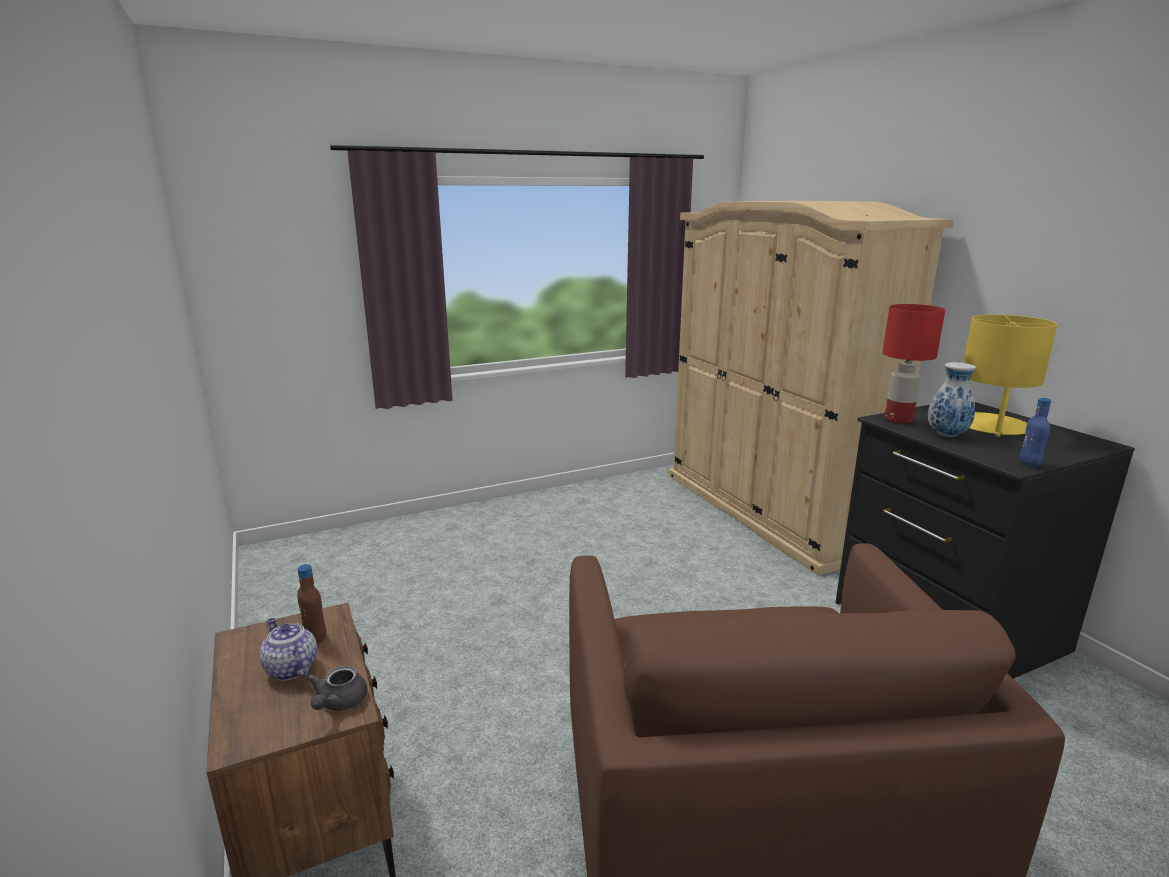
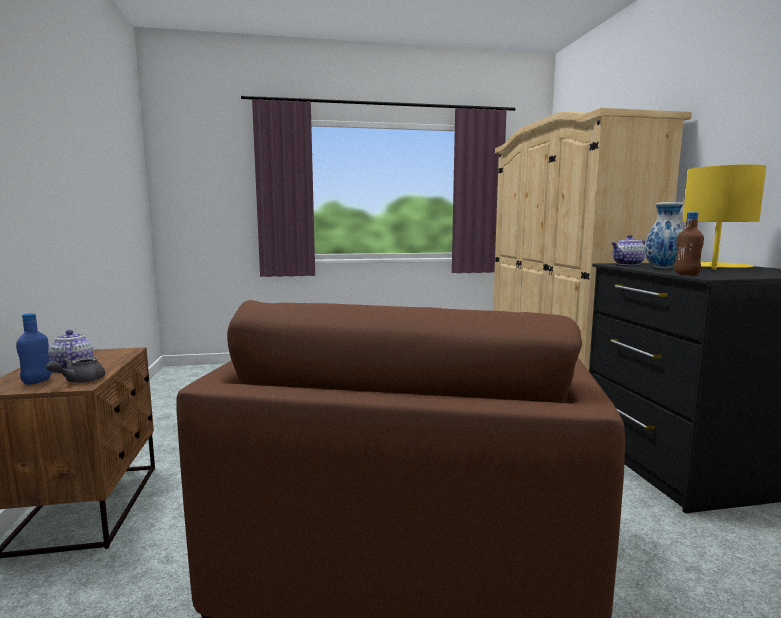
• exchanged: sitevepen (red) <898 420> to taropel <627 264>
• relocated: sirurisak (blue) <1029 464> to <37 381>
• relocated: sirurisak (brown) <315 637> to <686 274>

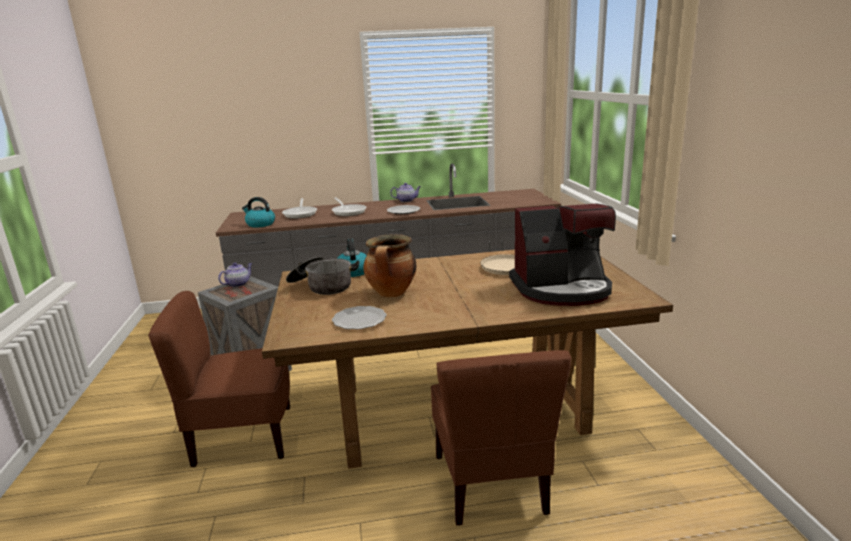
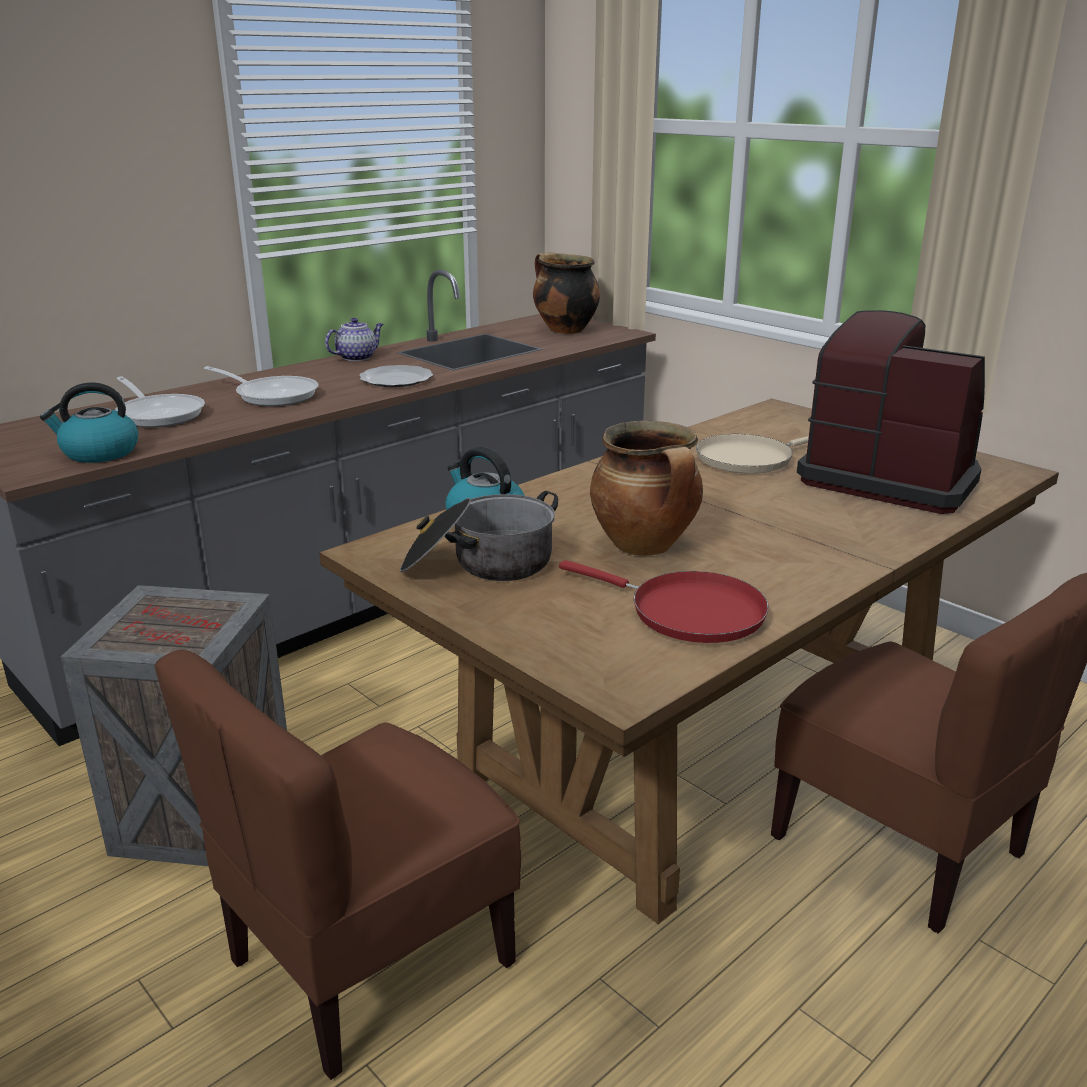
• spun: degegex <562 289> = <888 479> 105 degrees counterclockwise
• missing: taropel <238 284>
• exchanged: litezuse <359 320> to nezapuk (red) <688 612>
• appeared: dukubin <564 330>

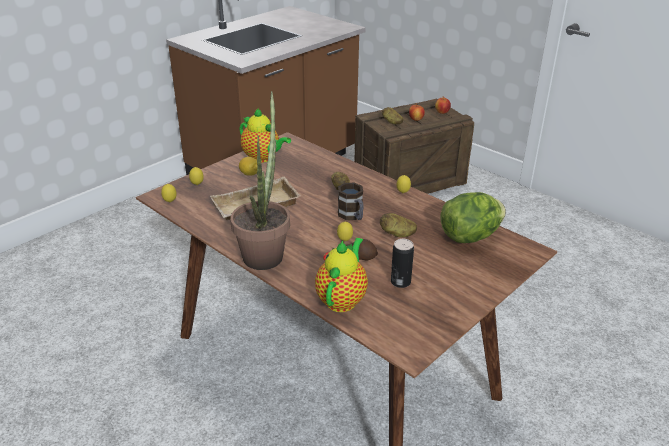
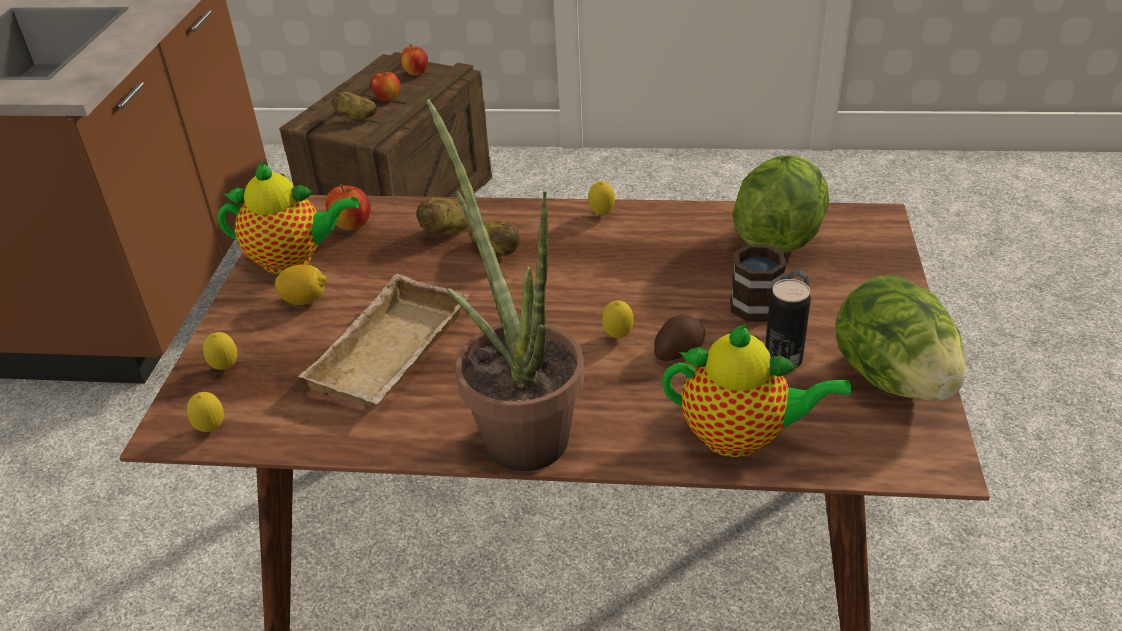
• relocated: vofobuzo <352 216> to <766 309>
• relocated: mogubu <397 234> to <449 230>
• spun: taropel <342 299> = <741 437> 120 degrees clockwise
• appeared: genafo <352 225>
• appeared: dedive <893 378>

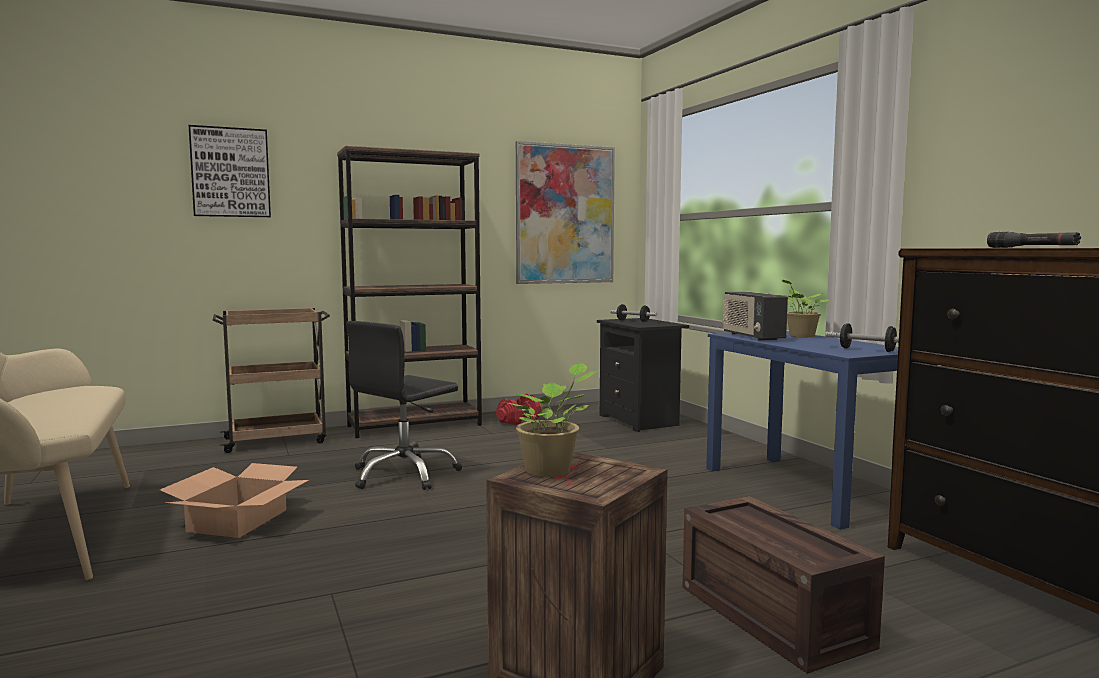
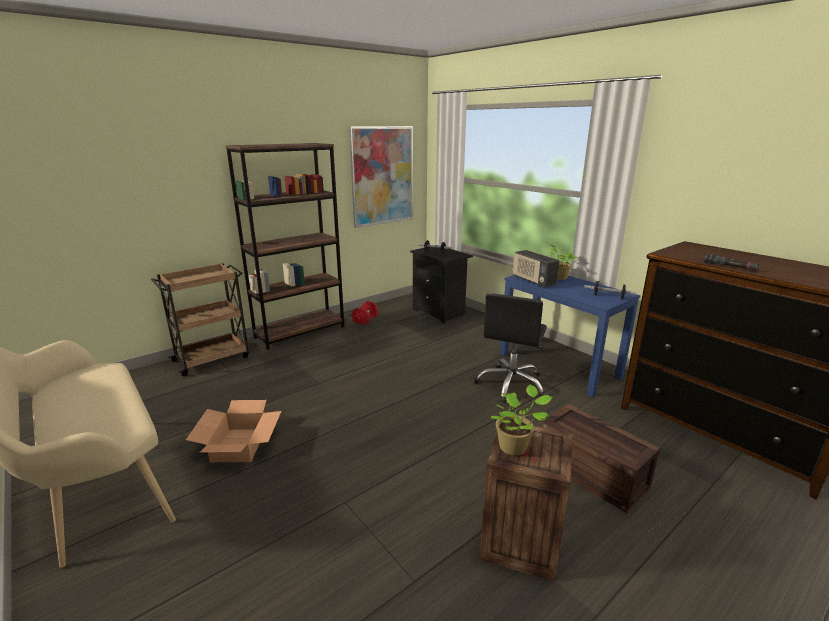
• missing: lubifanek <230 172>
• relocated: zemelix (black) <404 474> to <511 384>

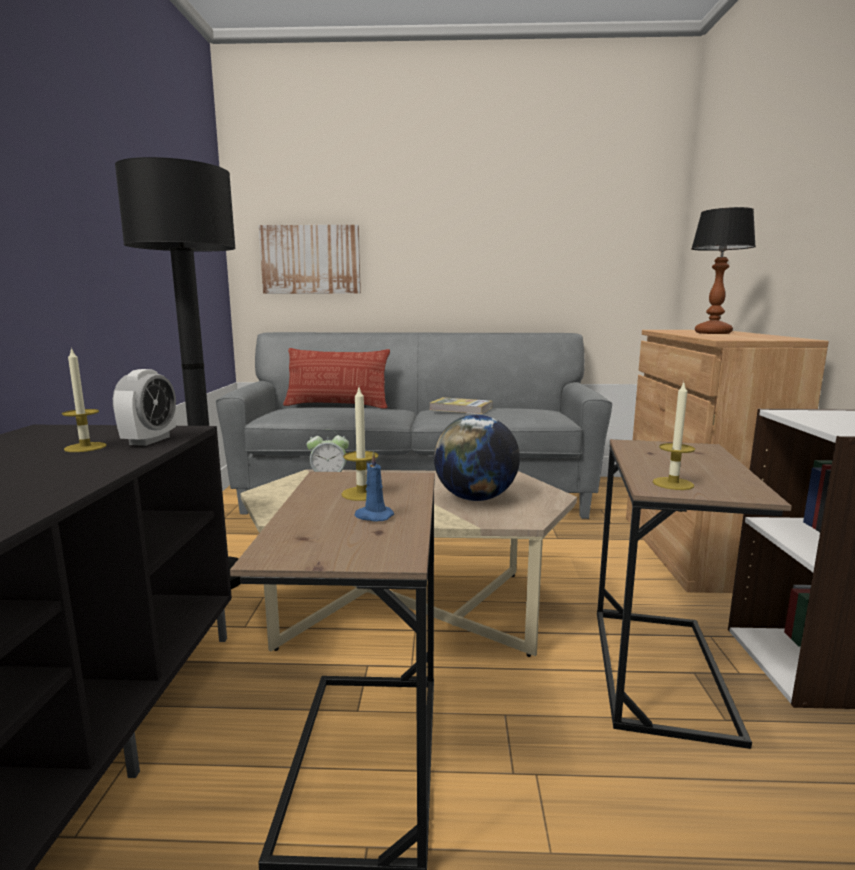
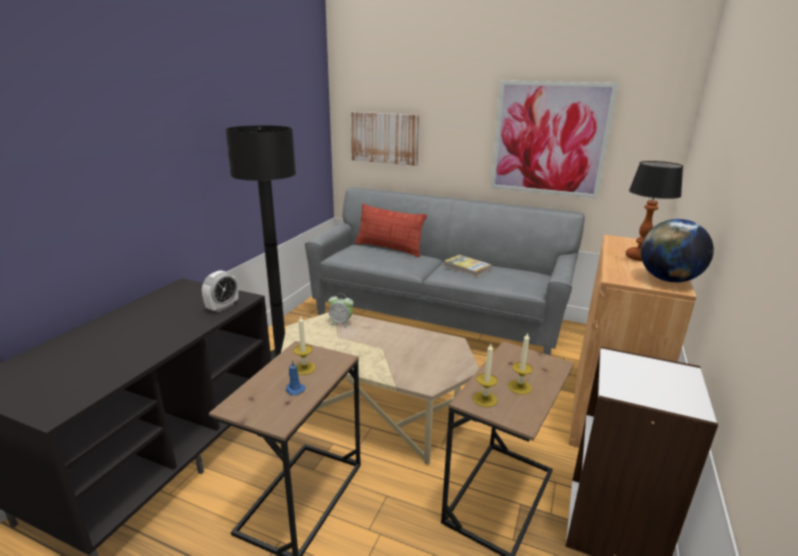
• relocated: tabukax <85 447> to <519 387>
• relocated: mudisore <475 498> to <668 280>
• appeared: lubifanek <549 139>

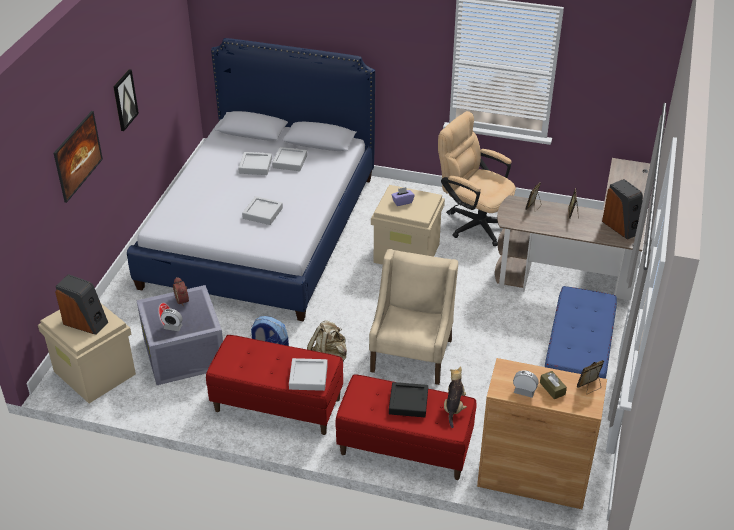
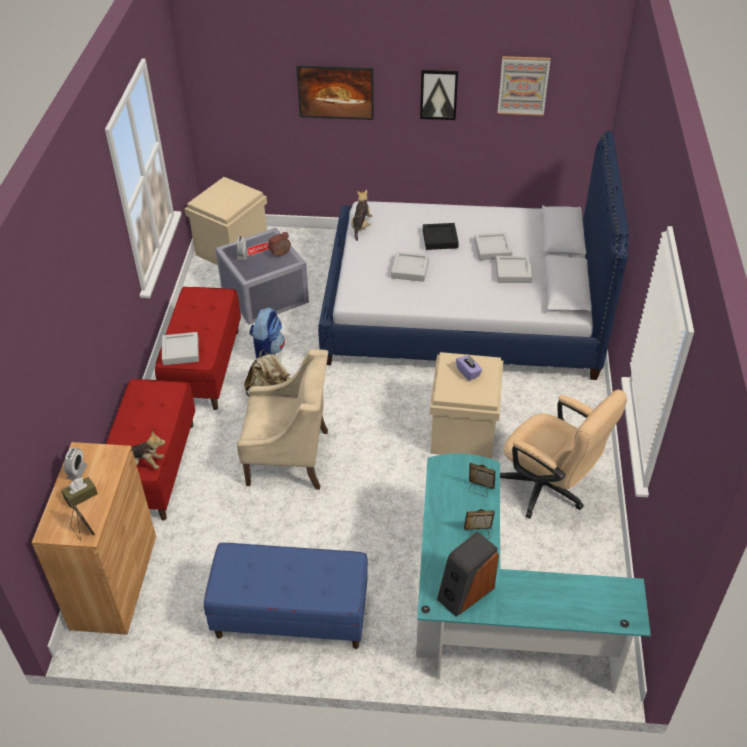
• spun: zemelix (beige) <474 222> = <548 490> 105 degrees clockwise
• colour: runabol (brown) <582 268> to runabol (turquoise) <490 617>
• missing: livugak <86 322>
• relocated: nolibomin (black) <408 402> to <440 239>
• appeared: lubifanek <523 85>
• appeared: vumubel <361 226>

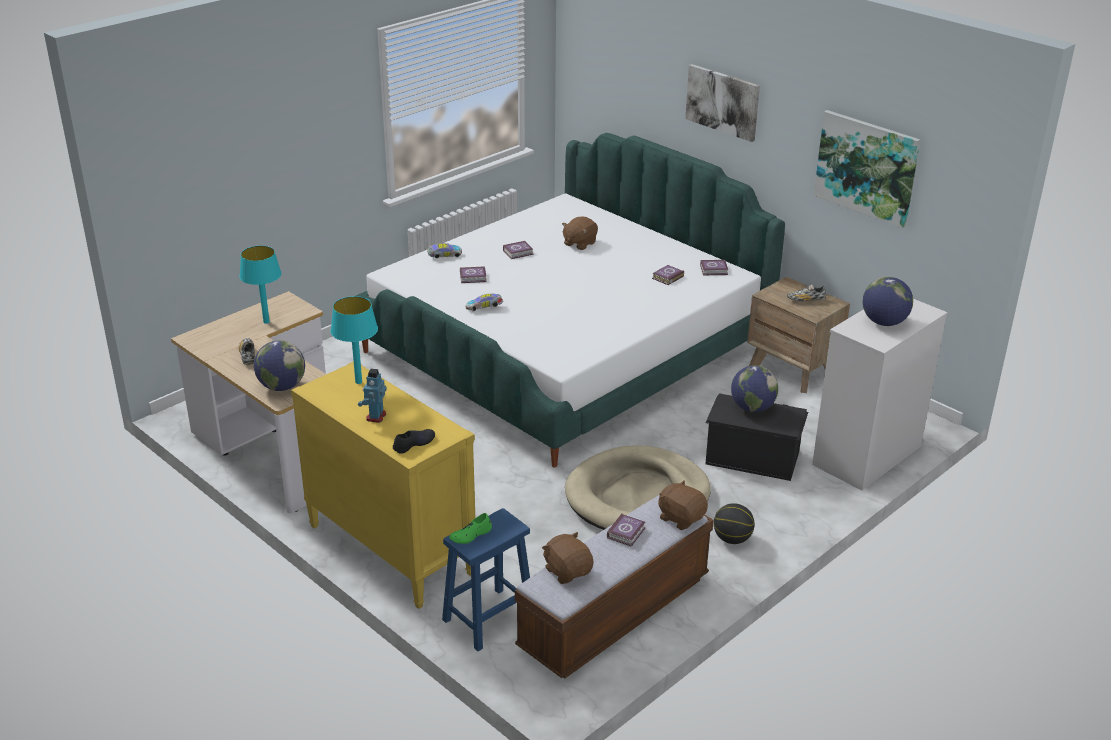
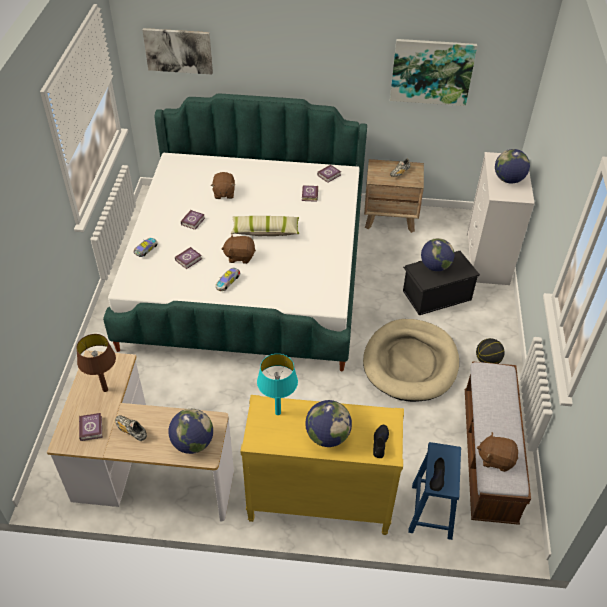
• relocated: lubifanek <723 102> to <178 50>
• colour: sitevepen (turquoise) <266 322> to sitevepen (brown) <105 390>
• exchanged: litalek <375 416> to mudisore <327 436>
• relocated: vumubel (brown) <681 518> to <239 256>
• colour: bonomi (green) <470 535> to bonomi (black) <437 477>
• relocated: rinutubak <627 532> to <91 427>
• appeared: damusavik <265 231>

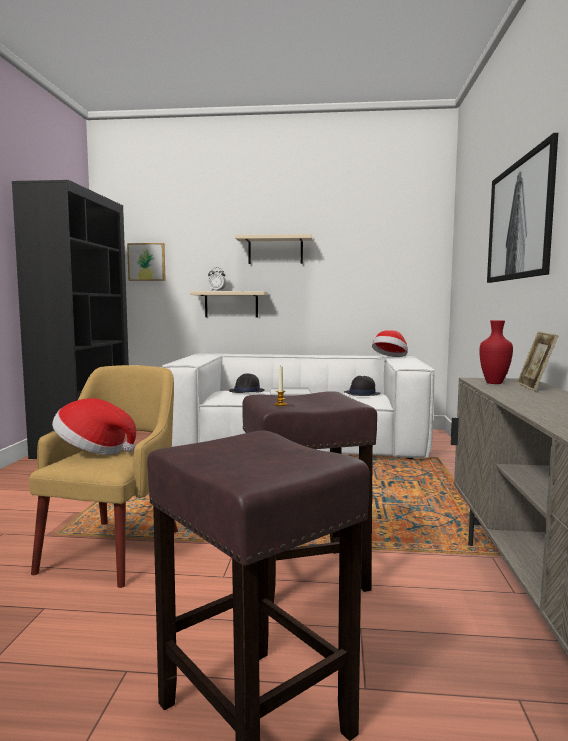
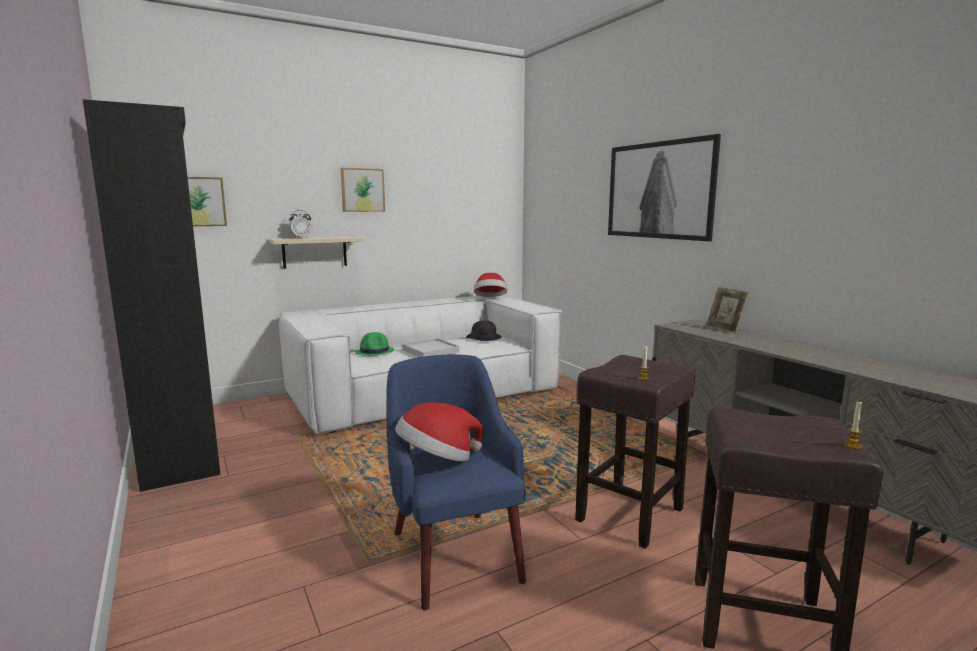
• exchanged: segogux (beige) <275 250> to lubifanek <362 190>
• missing: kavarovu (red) <495 383>
• colour: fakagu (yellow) <114 549> to fakagu (blue) <454 553>
• colour: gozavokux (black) <247 391> to gozavokux (green) <375 351>
• appeared: tabukax <852 446>

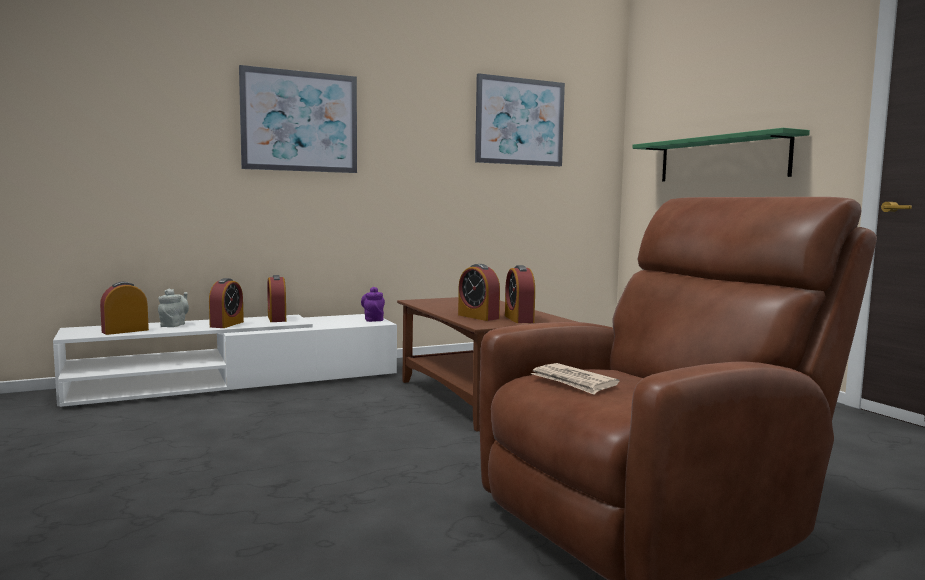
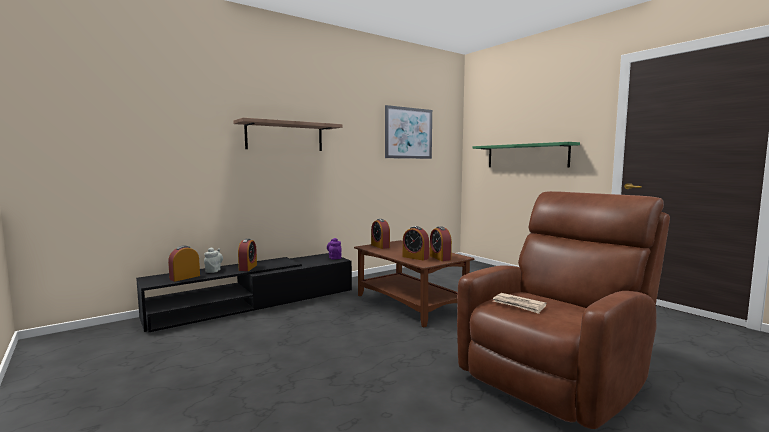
• exchanged: lubifanek <300 121> to segogux <285 136>
• relocated: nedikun <277 319> to <380 246>
• colour: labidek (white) <238 382> to labidek (black) <255 303>

